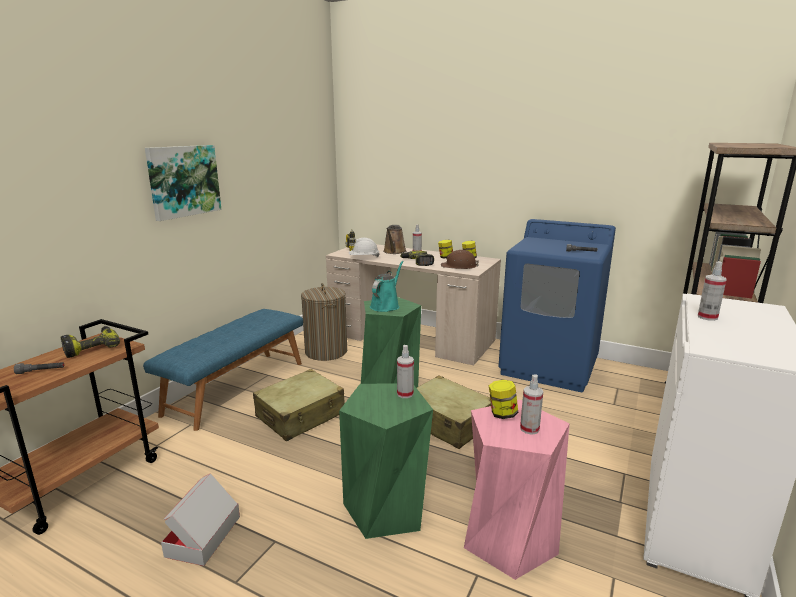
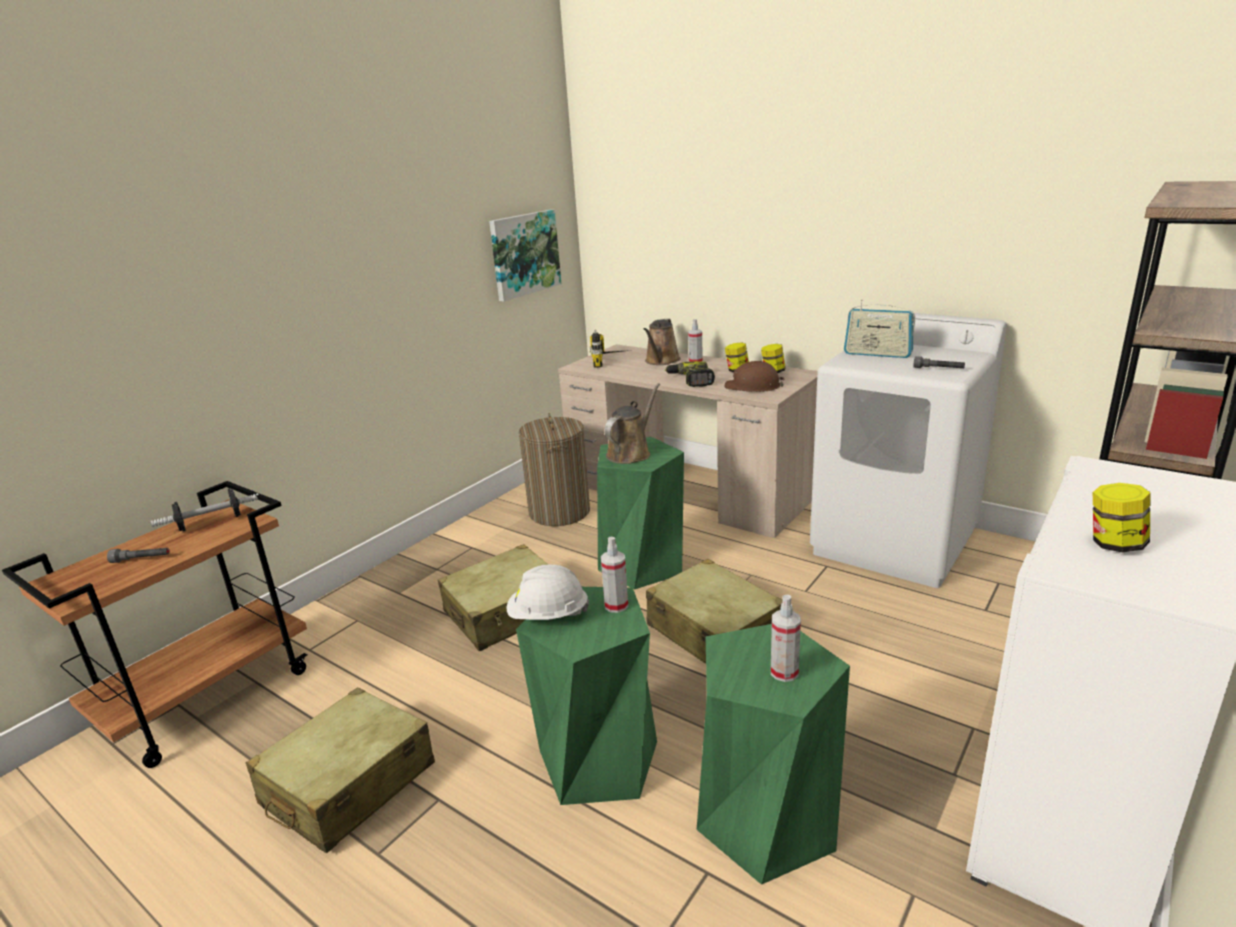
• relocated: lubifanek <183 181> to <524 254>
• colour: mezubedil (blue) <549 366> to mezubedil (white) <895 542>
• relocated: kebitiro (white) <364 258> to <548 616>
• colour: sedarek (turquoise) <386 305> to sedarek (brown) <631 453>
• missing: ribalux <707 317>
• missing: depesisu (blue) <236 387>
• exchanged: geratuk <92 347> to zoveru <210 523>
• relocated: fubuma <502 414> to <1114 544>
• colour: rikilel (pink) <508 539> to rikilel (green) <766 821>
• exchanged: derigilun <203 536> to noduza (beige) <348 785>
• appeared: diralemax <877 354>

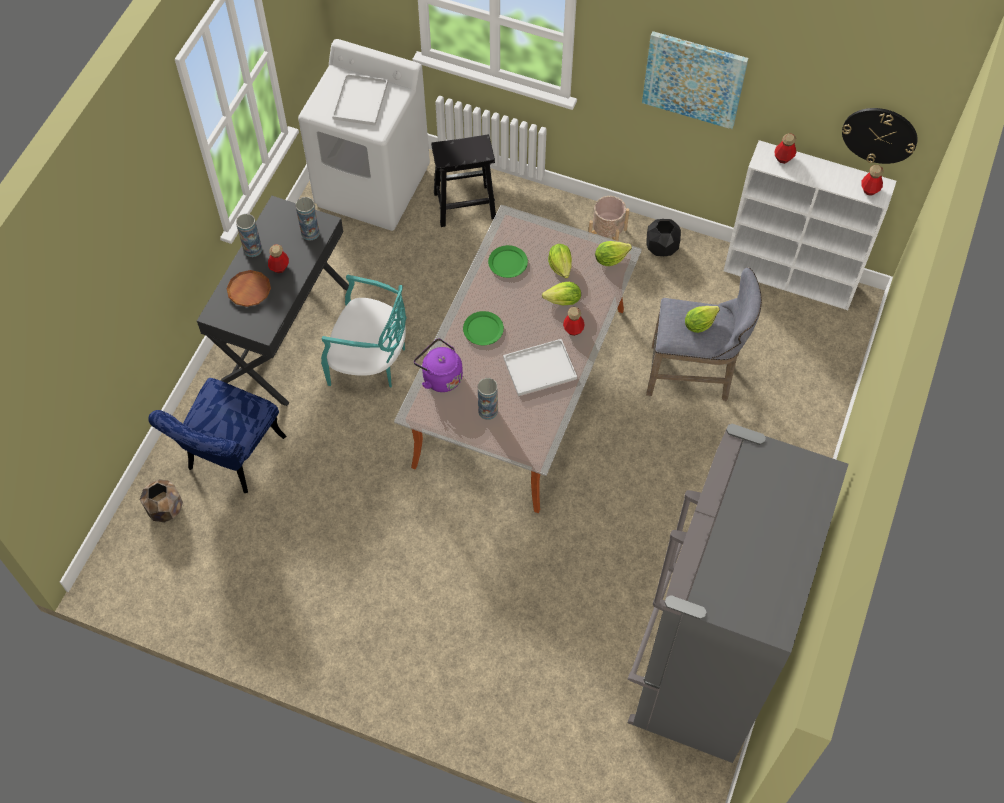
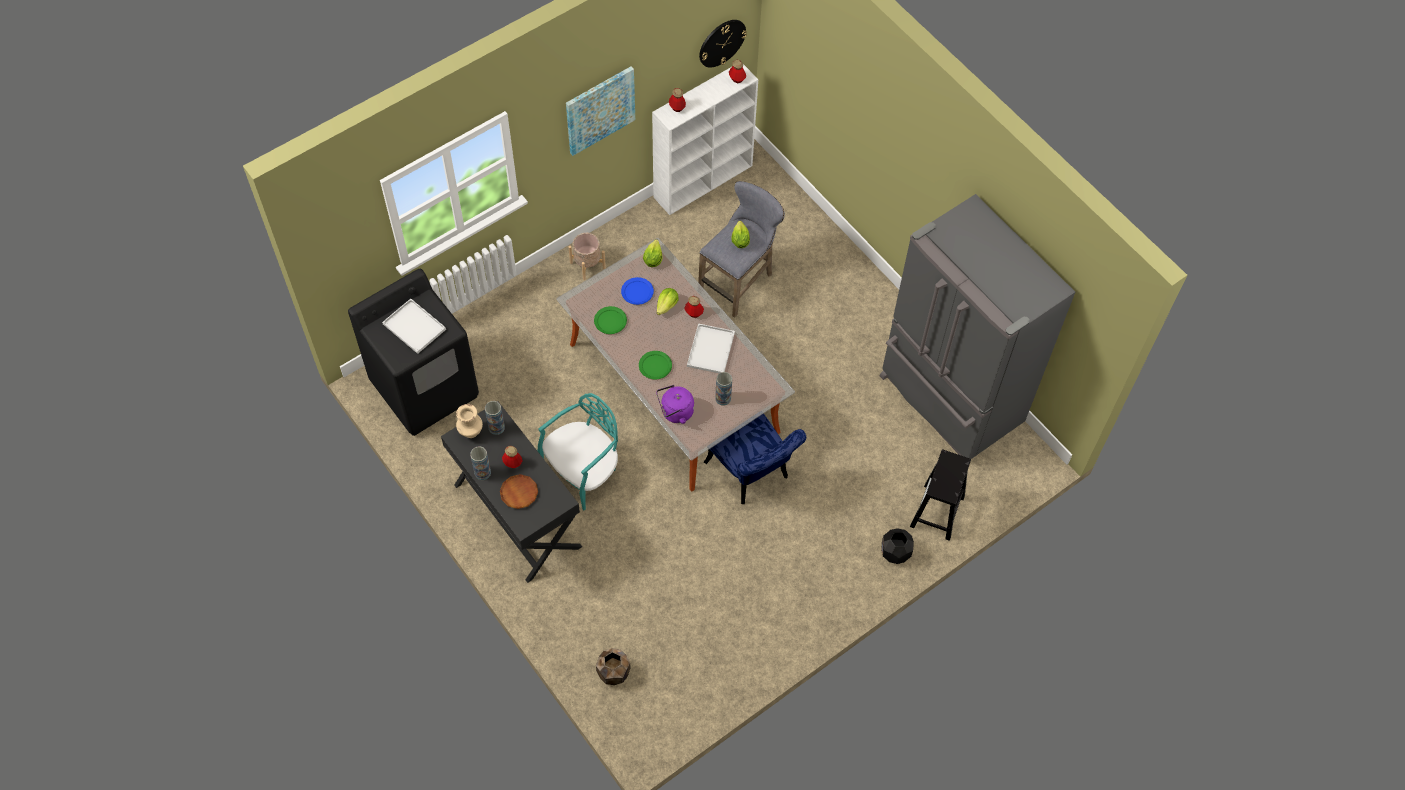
• colour: mezubedil (white) <373 187> to mezubedil (black) <425 388>
• relocated: rikilel (black) <463 206> to <937 512>
• relocated: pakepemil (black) <661 247> to <895 553>
• exchanged: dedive <560 266> to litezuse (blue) <637 292>
• relocated: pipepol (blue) <230 458> to <751 474>
• appeared: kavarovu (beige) <470 433>

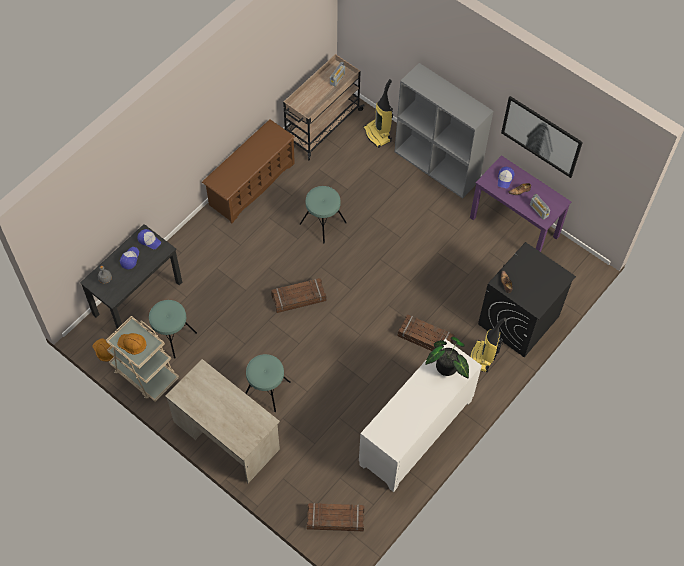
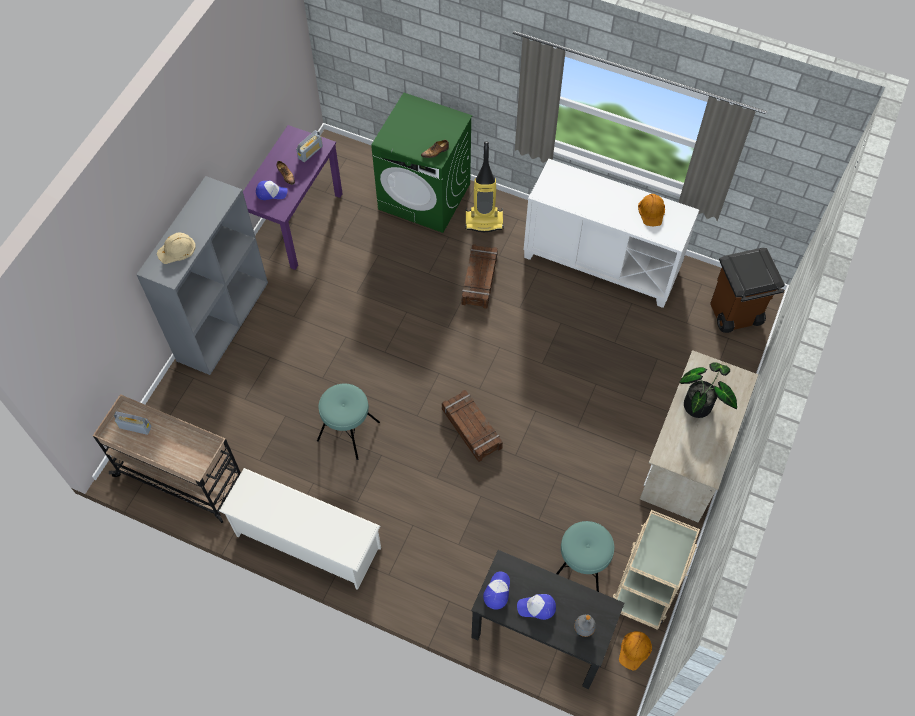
• missing: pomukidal <378 134>
• missing: lubifanek <541 136>
• colour: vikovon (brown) <251 184> to vikovon (white) <307 541>
• colour: mezubedil (black) <518 320> to mezubedil (green) <425 196>
• relocated: kebitiro (orange) <132 343> to <652 211>
• relocated: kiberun <447 369> to <700 404>
• missing: rikilel (turquoise) <266 390>
• exchanged: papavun <335 519> to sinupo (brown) <734 315>
• appeared: kebitiro (beige) <177 249>

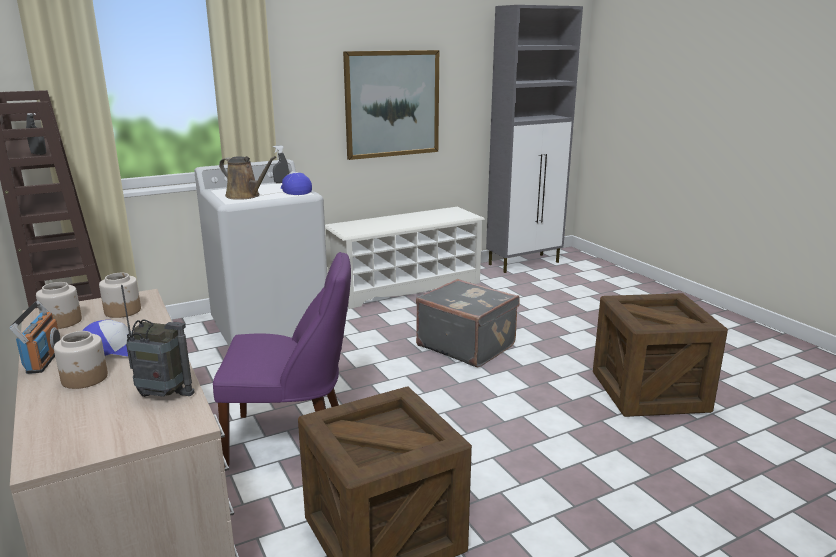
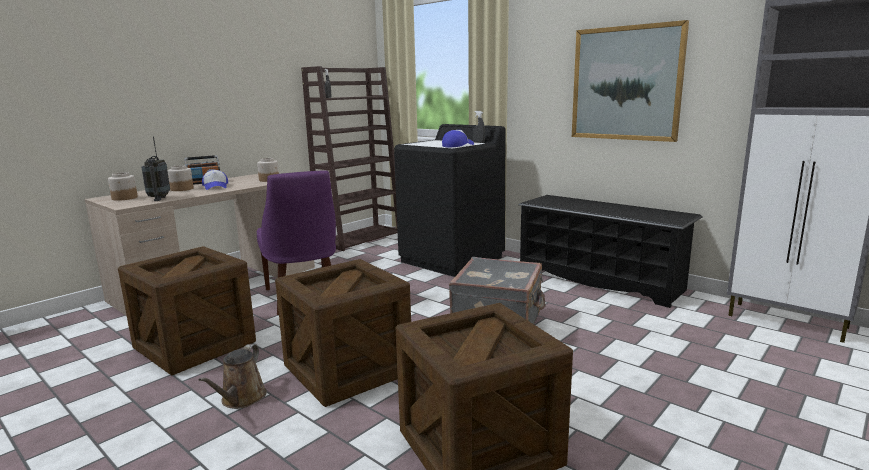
• relocated: sedarek (brown) <245 196> to <241 399>
• colour: mezubedil (white) <271 330> to mezubedil (black) <452 259>
• colour: vikovon (white) <406 287> to vikovon (black) <600 280>
• relocated: fubuma <62 322> to <124 198>
• appeared: papavun <347 370>

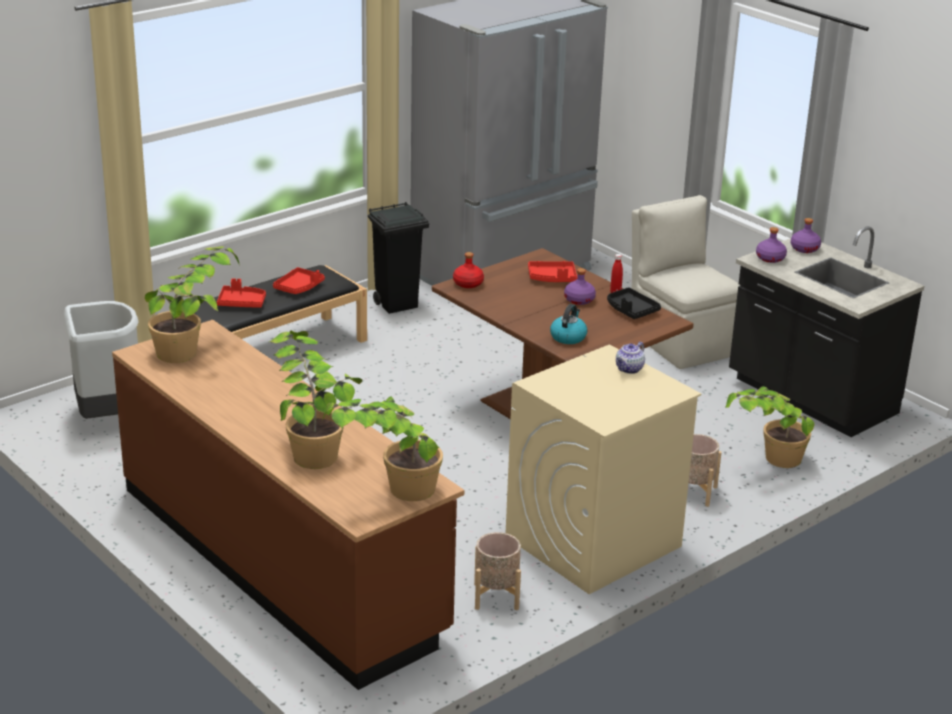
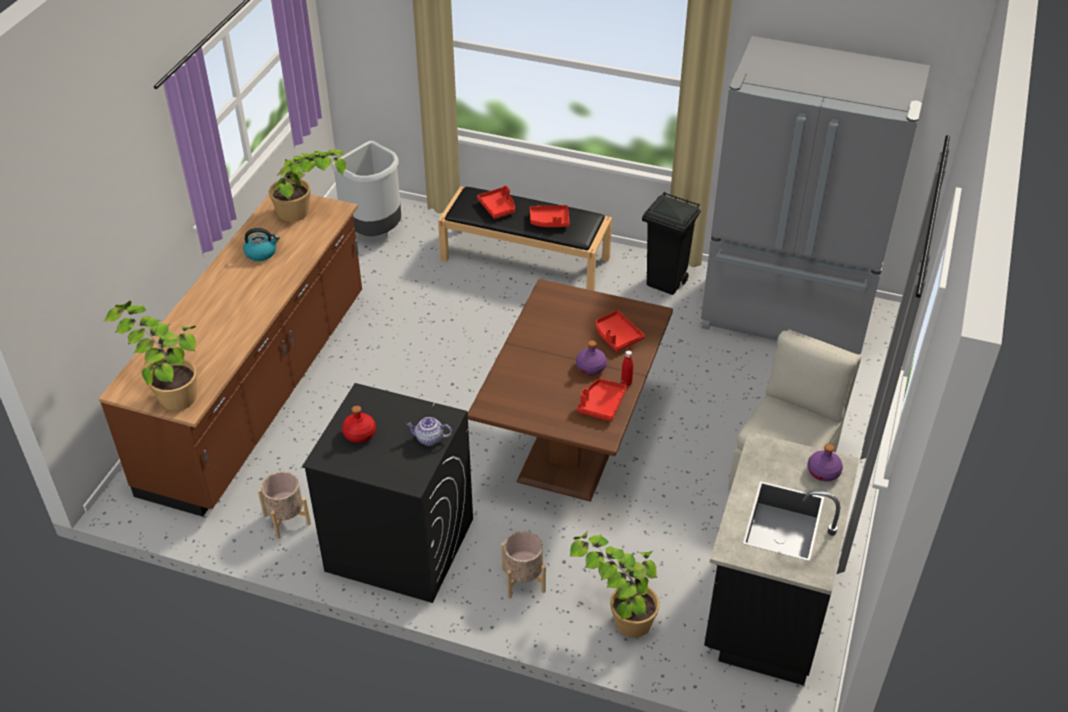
• missing: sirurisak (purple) <770 258>
• relocated: sirurisak (red) <468 283> to <360 433>
• colour: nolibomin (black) <631 310> to nolibomin (red) <601 404>
• relocated: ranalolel <568 337> to <261 253>
• missing: kiberun <311 445>
• colour: mezubedil (beige) <593 542> to mezubedil (black) <398 545>

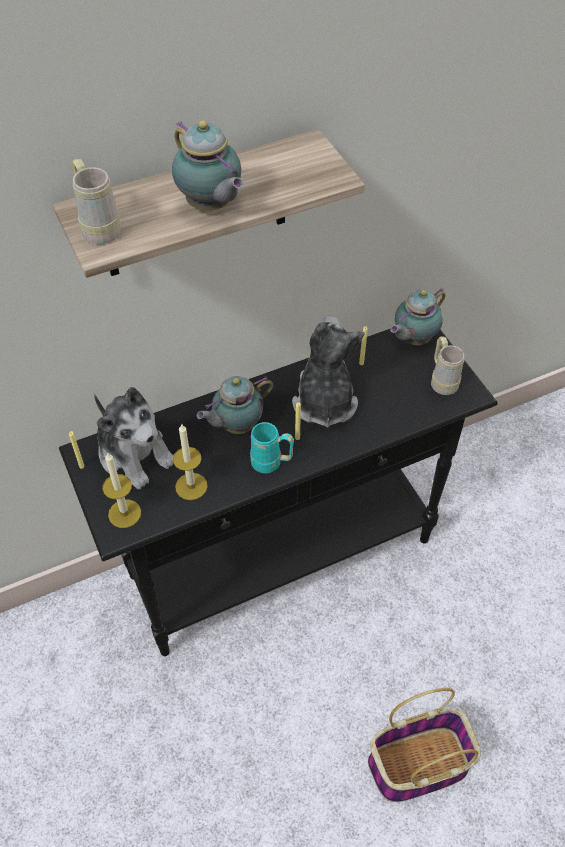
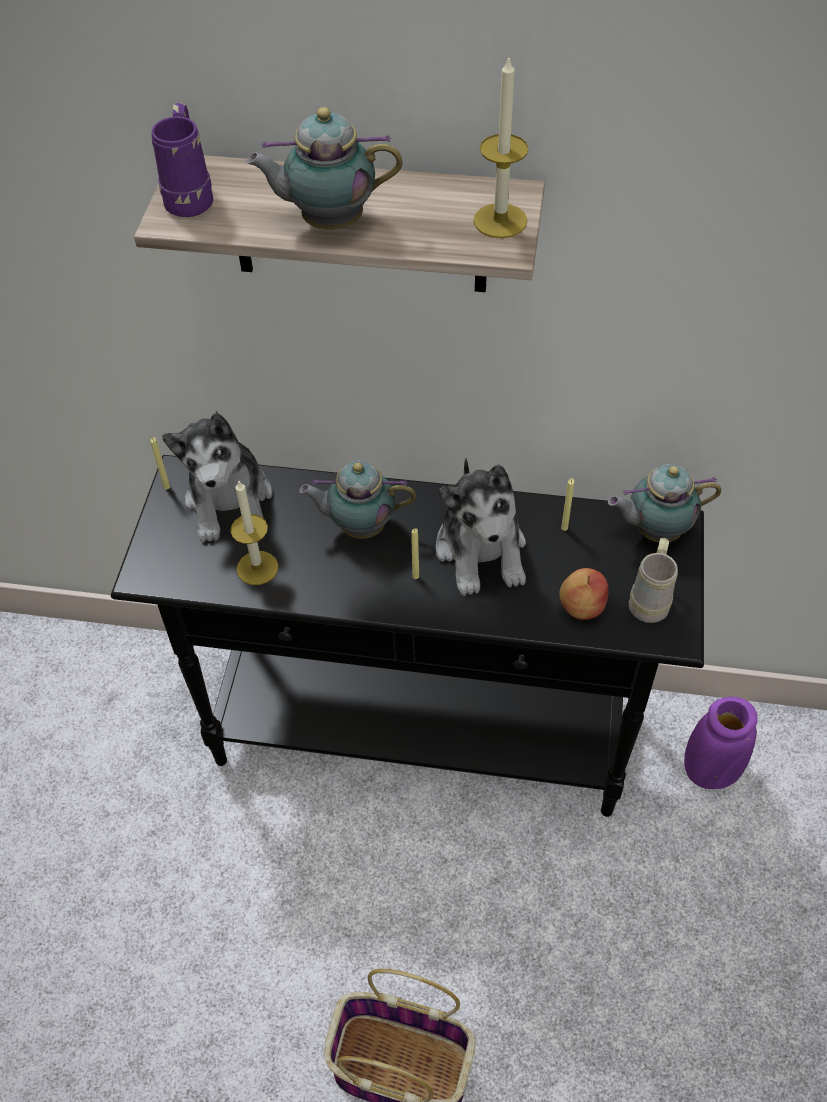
• spun: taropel <211 206> = <328 222> 90 degrees clockwise
• colour: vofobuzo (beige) <98 227> to vofobuzo (purple) <191 196>
• spun: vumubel <324 401> = <482 550> 135 degrees clockwise
• missing: vofobuzo (turquoise) <272 463>
• relocated: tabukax <124 513> to <500 221>
• appeared: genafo <581 606>
• appeared: kavarovu (purple) <710 771>

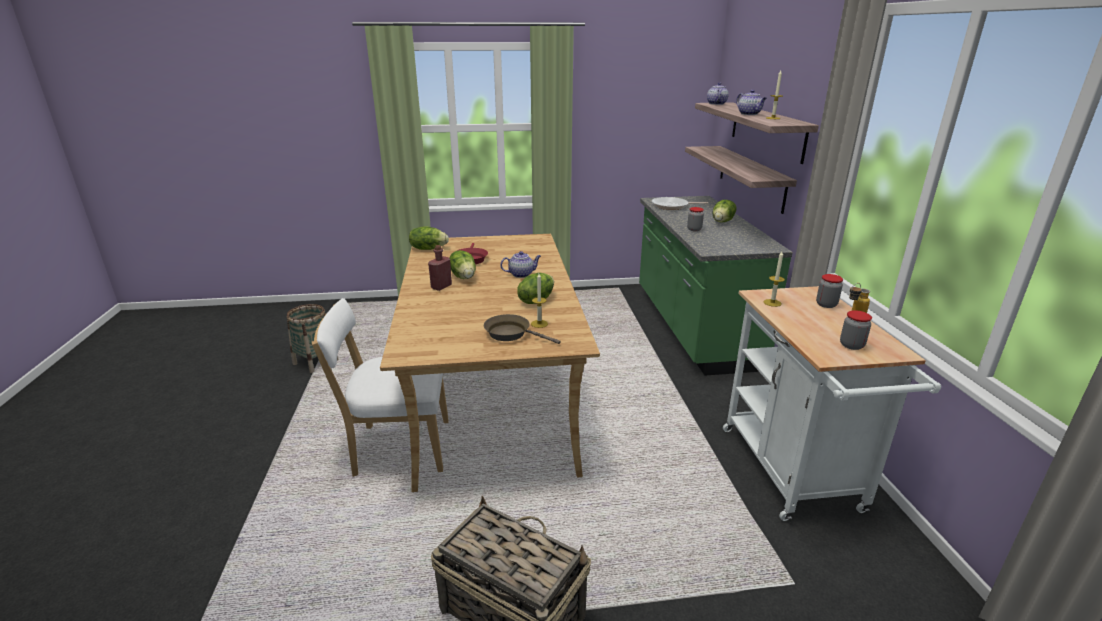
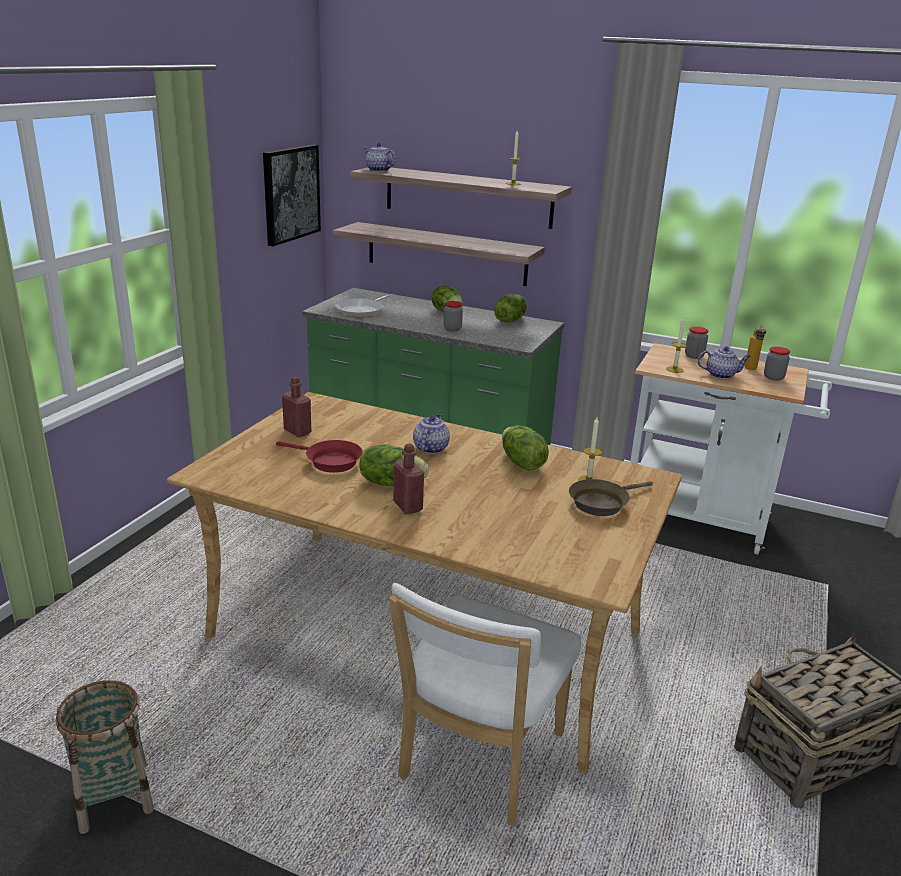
• relocated: taropel <749 114> to <721 375>
• relocated: dedive <428 248> to <510 320>
• appeared: lubifanek <290 194>
• appeared: sirurisak (red) <297 431>

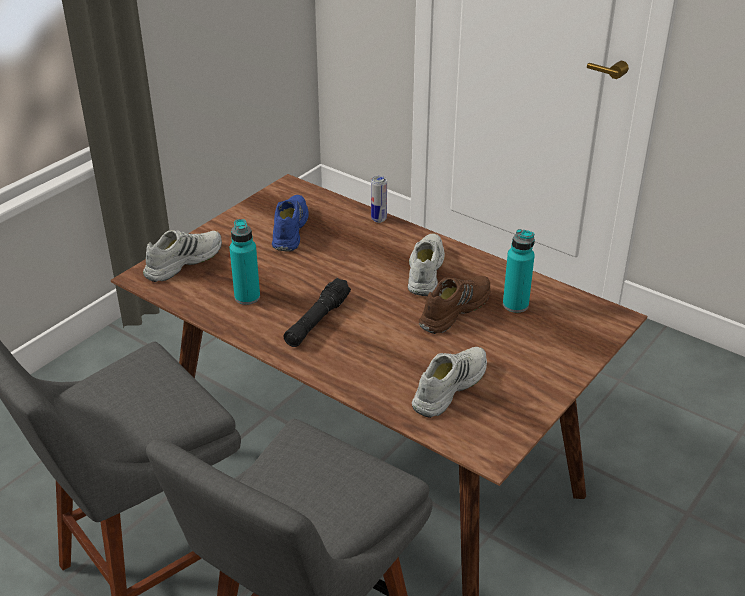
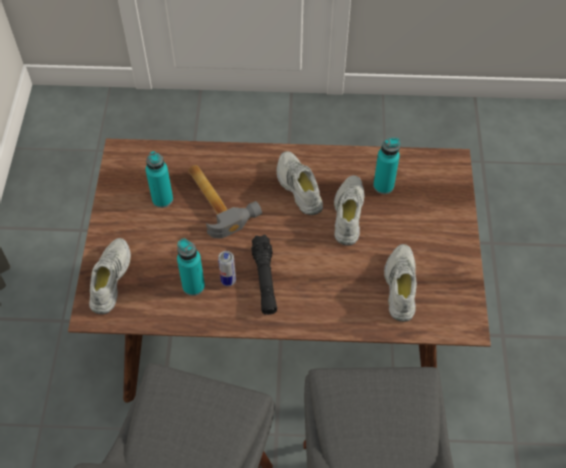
• relocated: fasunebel <378 219> to <228 281>
• exchanged: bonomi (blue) <289 229> to sirurisak (turquoise) <162 199>
• colour: bonomi (brown) <453 309> to bonomi (white) <347 213>
• appeared: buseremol <217 200>

